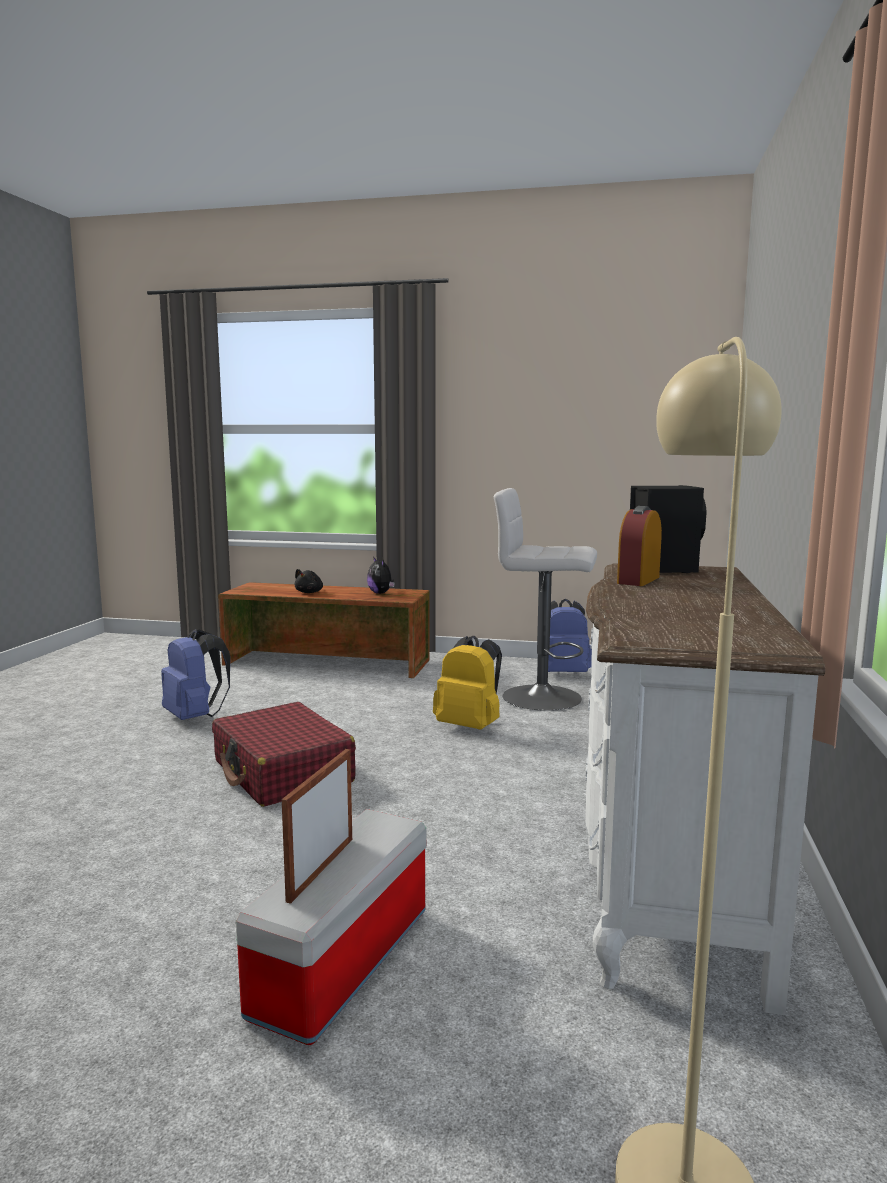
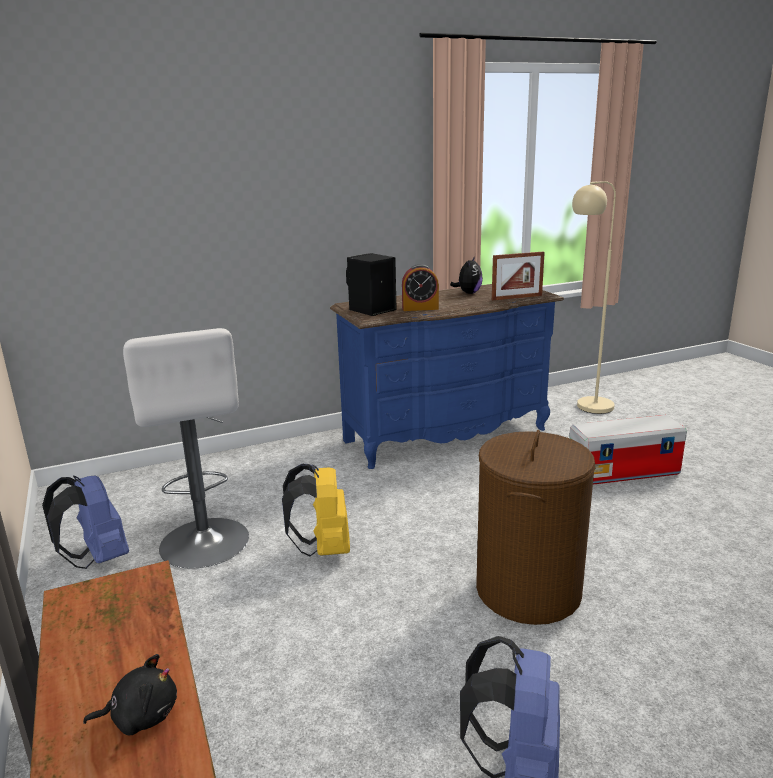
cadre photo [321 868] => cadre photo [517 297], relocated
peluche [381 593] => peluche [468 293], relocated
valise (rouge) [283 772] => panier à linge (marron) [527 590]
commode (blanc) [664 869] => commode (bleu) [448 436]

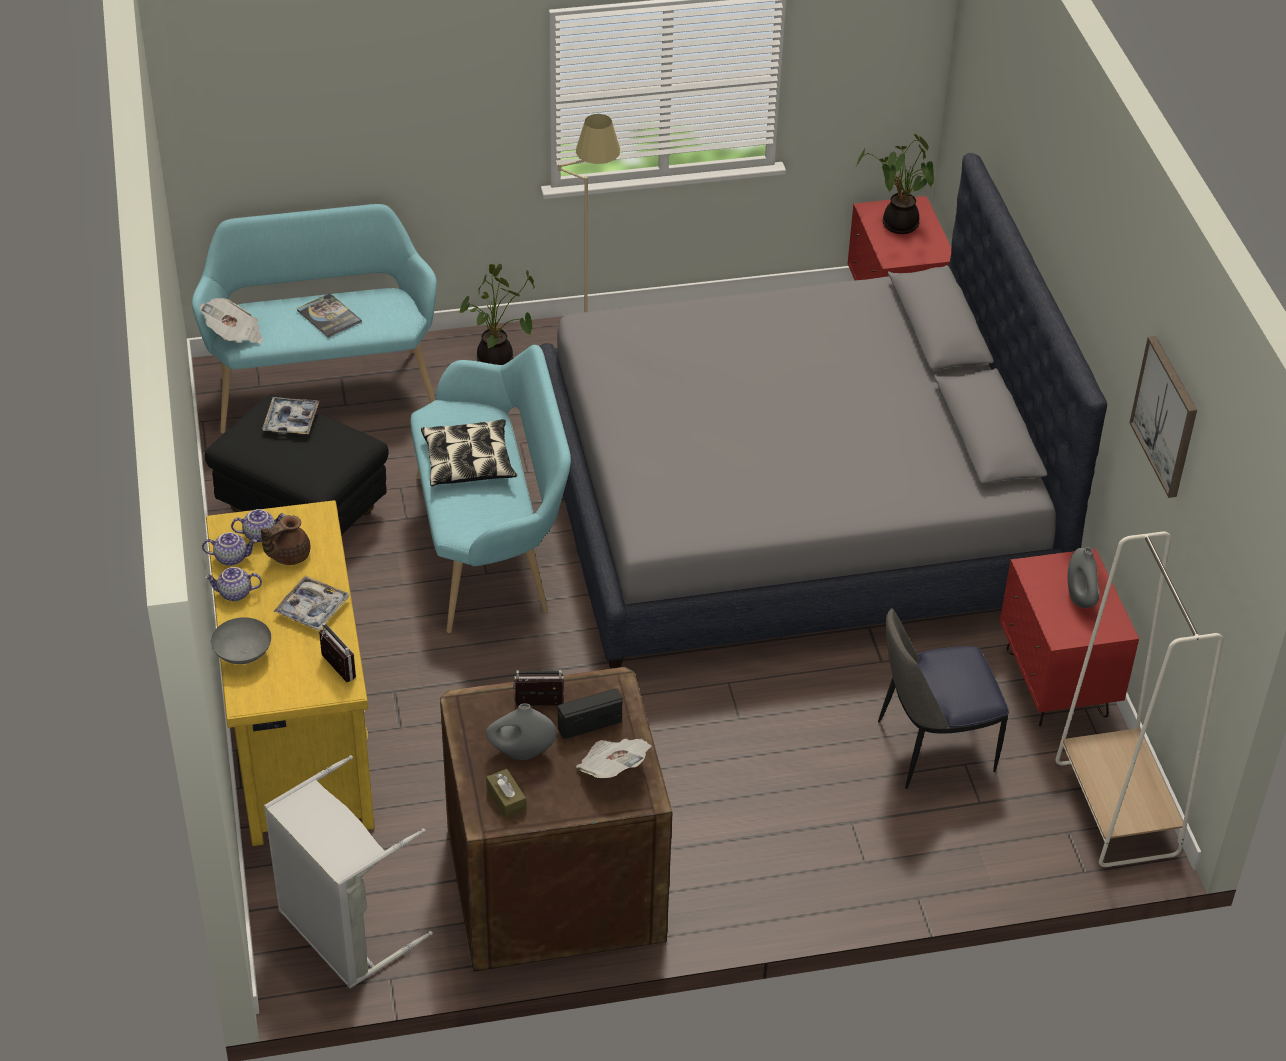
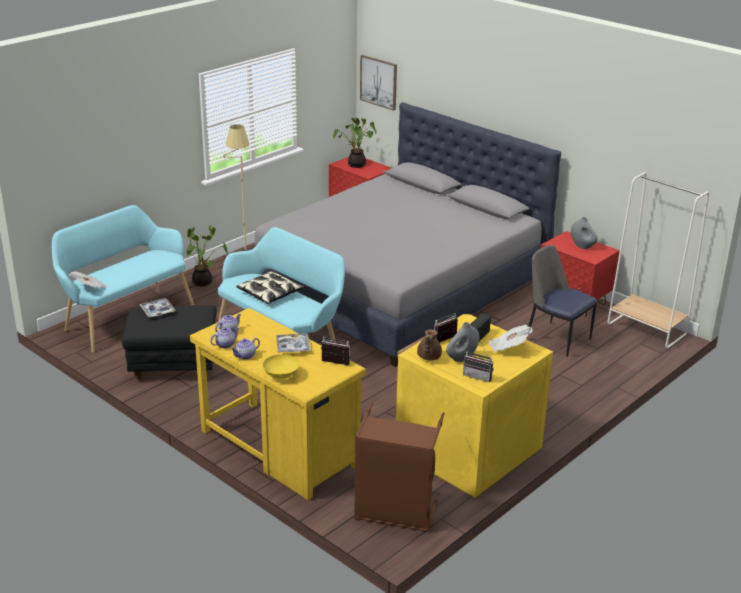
livre [329 316] => nothing
théière (marron) [288 555] => théière (marron) [428 357], relocated
tableau [1166 416] => tableau [379 82], relocated
boîte à mouchoirs (marron) [506 799] => radio [479 376]
bol (gris) [242 654] => bol (jaune) [280 376]
panier à linge (gris) [342 932] => panier à linge (marron) [395 512]
commode (marron) [552 878] => commode (jaune) [464 448]
chaise [932 747] => chaise [556 338], 90 degrees clockwise

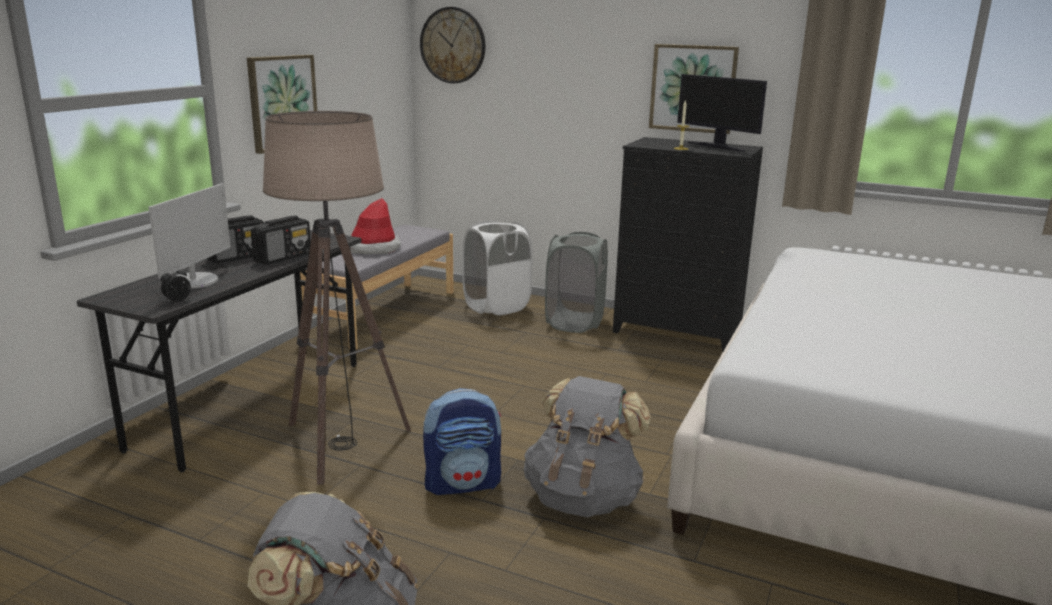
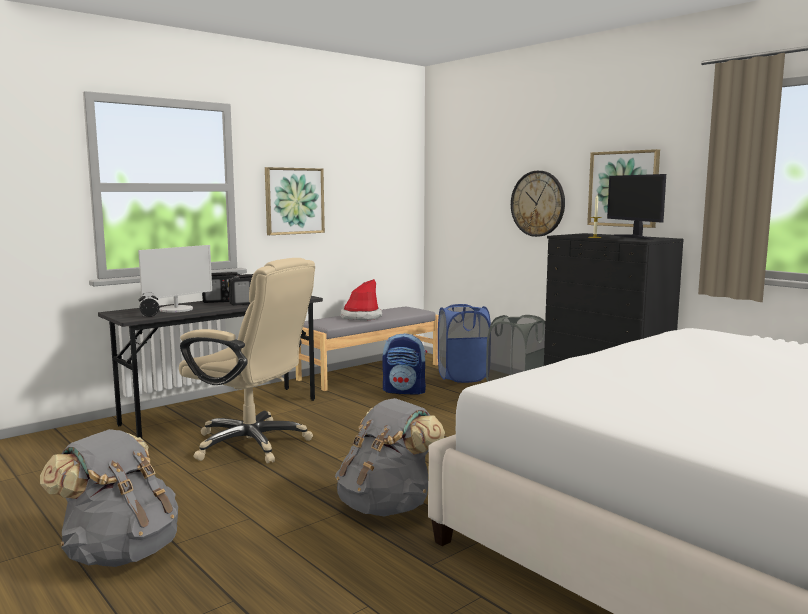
horloge murale [453 45] => horloge murale [538 203], relocated
sac à dos [463 483] => sac à dos [405 391], relocated
lampadaire [340 444] => chaise de bureau (beige) [251 443]
panier à linge (blanc) [496 306] => panier à linge (bleu) [463 377]

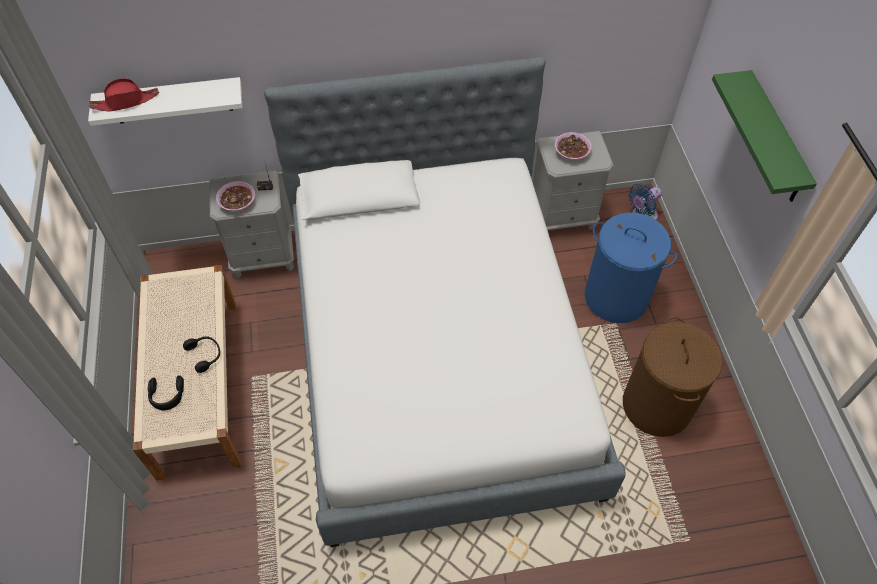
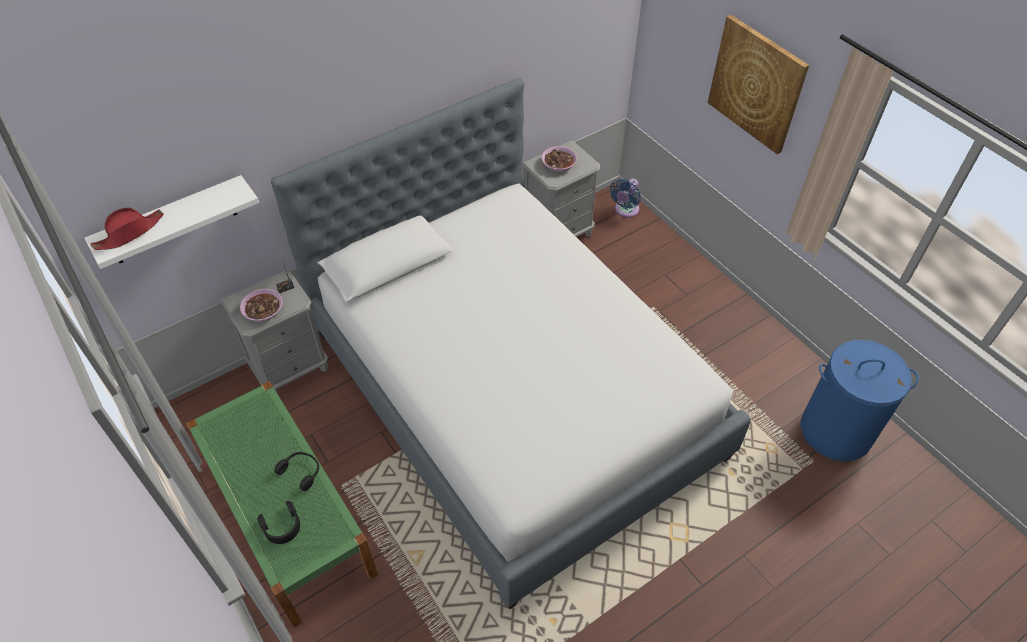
panier à linge (marron) [657 405] => nothing
panier à linge (bleu) [616 297] => panier à linge (bleu) [836 430], relocated
étagère (vert) [774 140] => tableau [756 84]
banc (beige) [198 386] => banc (vert) [288 516]

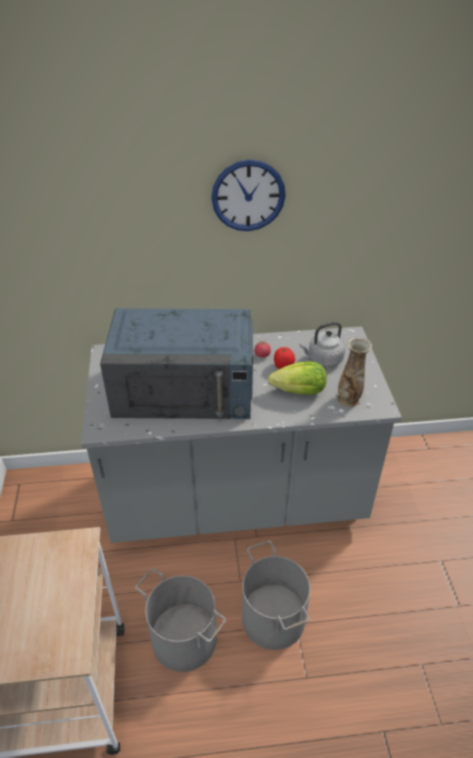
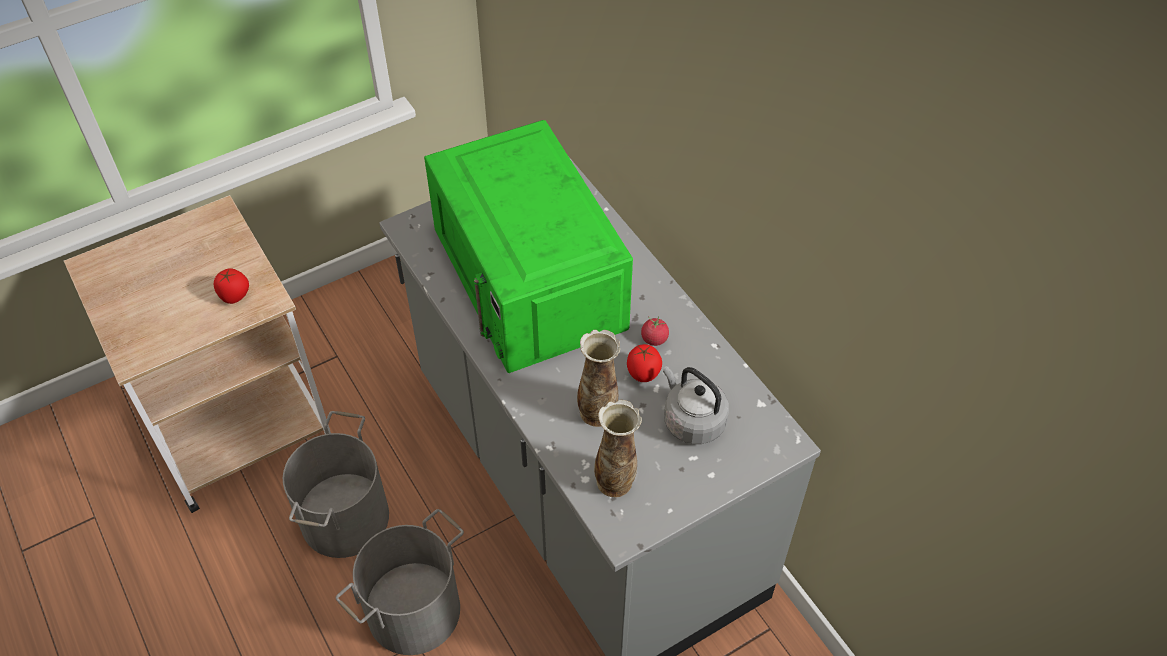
horloge murale [248 196] => nothing
nothing => tomate [235 296]
laitue [299 391] => vase [597 413]
micro-ondes (bleu) [185 388] => micro-ondes (vert) [530 278]

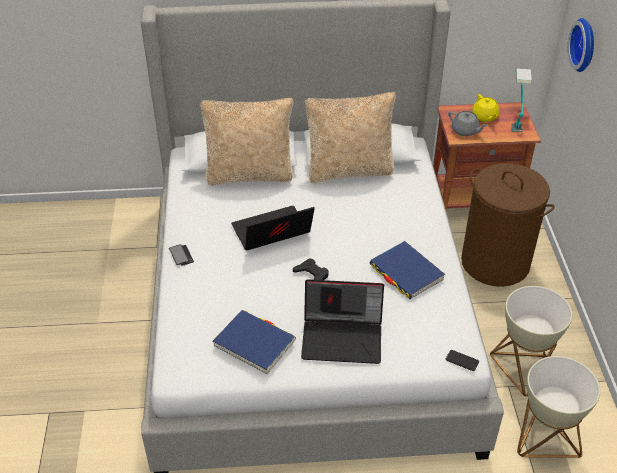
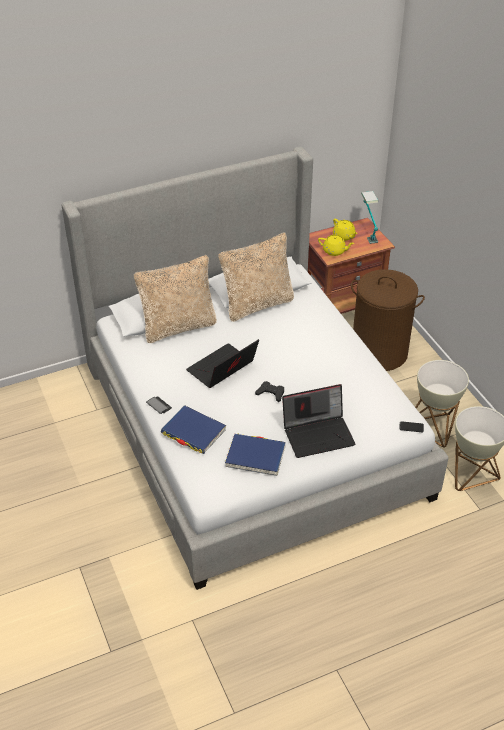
horloge murale [585 45] => nothing
livre (bleu) [406 272] => livre (bleu) [193 432], relocated
théière (gris) [465 131] => théière (jaune) [334 251]

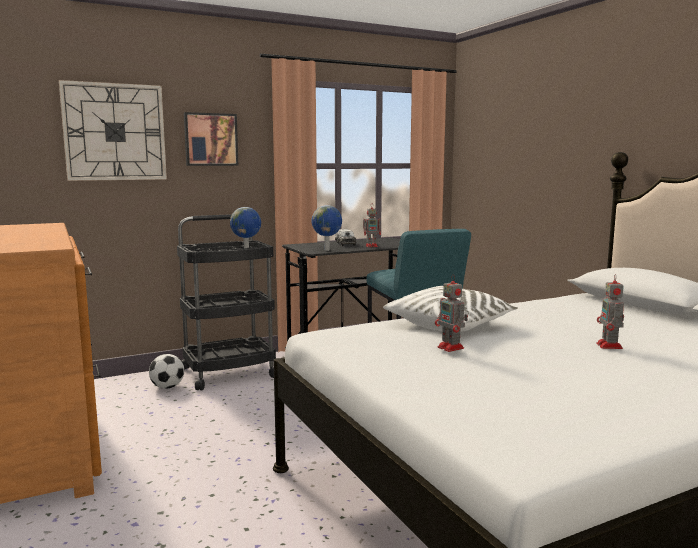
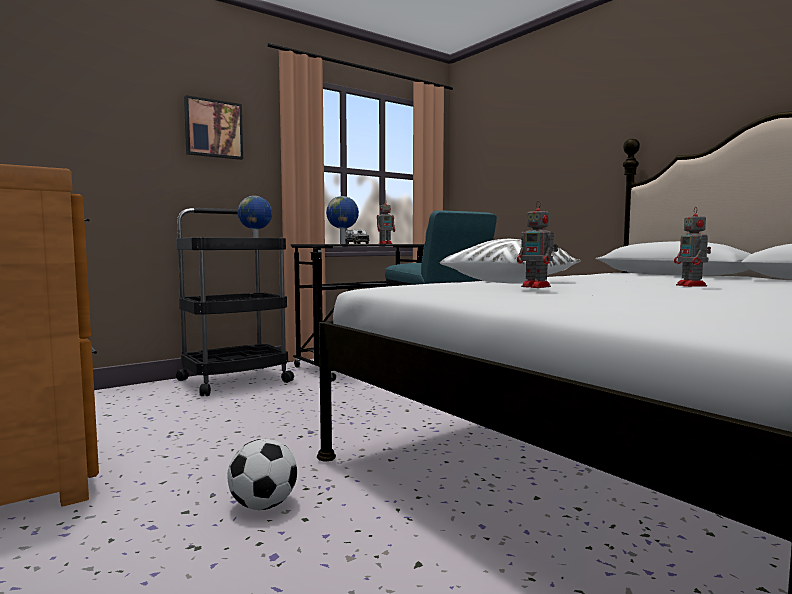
horloge murale [115 132] => nothing
ballon de foot [167 387] => ballon de foot [263 505], relocated

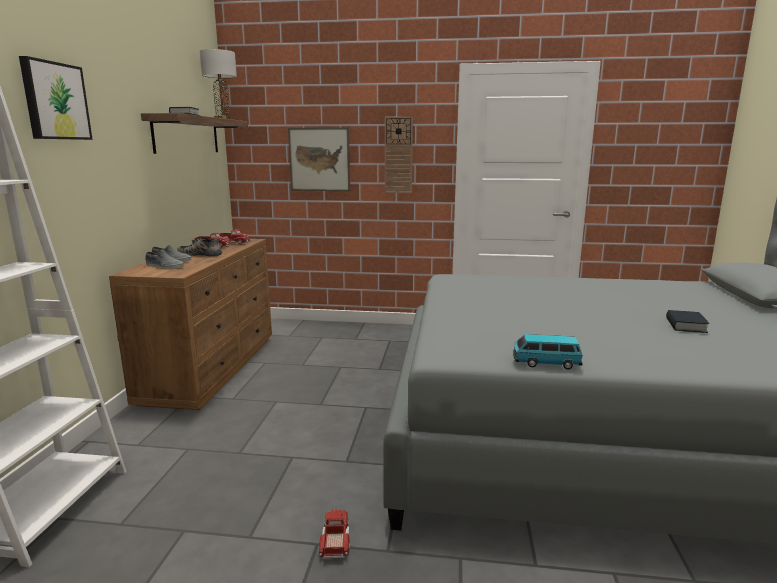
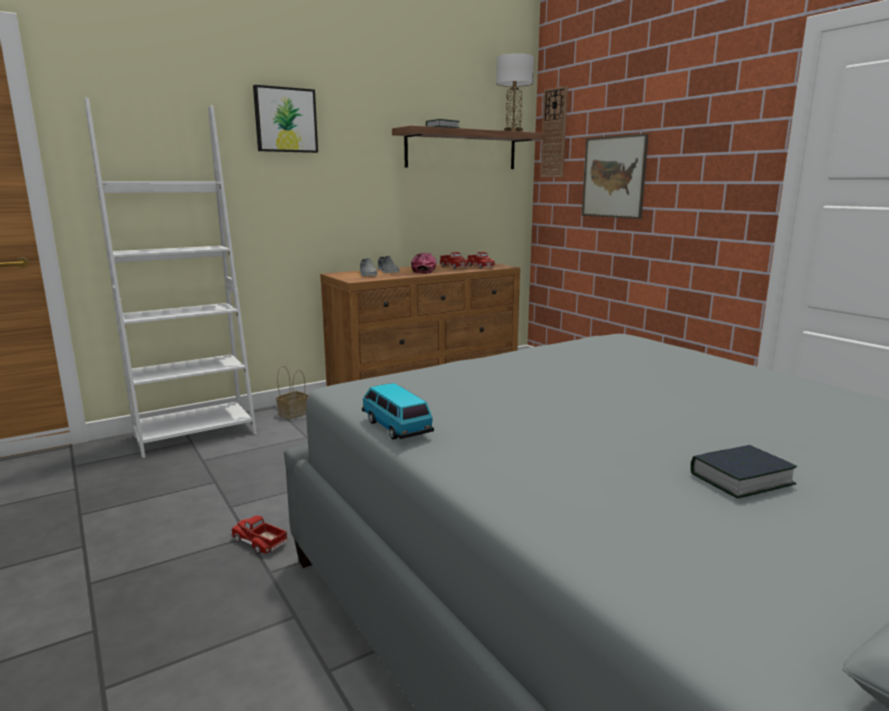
nothing => panier [293 413]
horloge murale [398 155] => horloge murale [554 133], relocated
chaussure [201 254] => casquette [423 270]
camion jouet [335 540] => camion jouet [259 542], 105 degrees counterclockwise

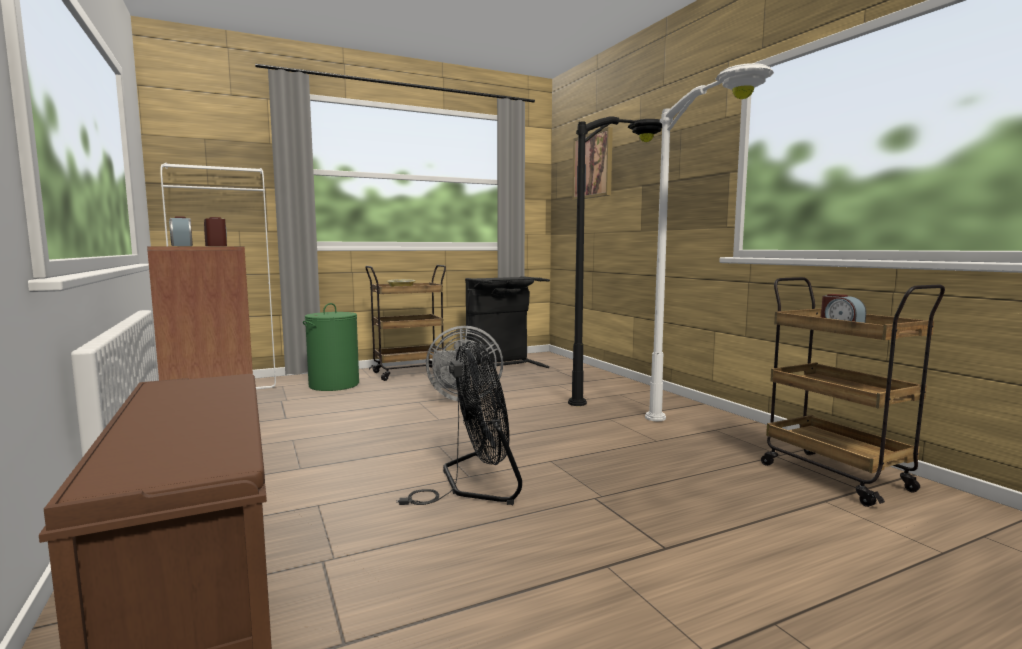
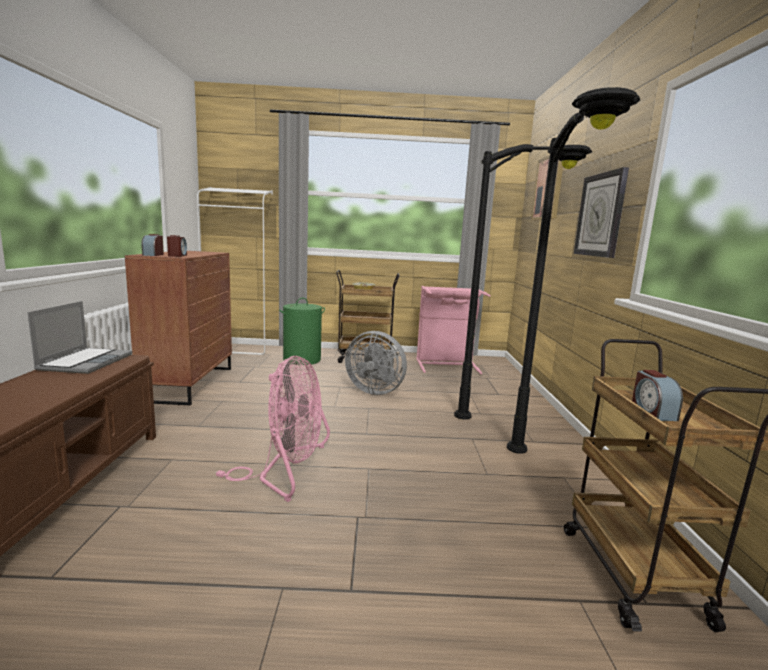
nothing => ordinateur portable [86 362]
nothing => horloge murale [600 215]
ventilateur (noir) [469 482] => ventilateur (rose) [284 470]
panier à linge (noir) [503 365] => panier à linge (rose) [446 365]
lampadaire (blanc) [701 438] => lampadaire (noir) [536 483]

